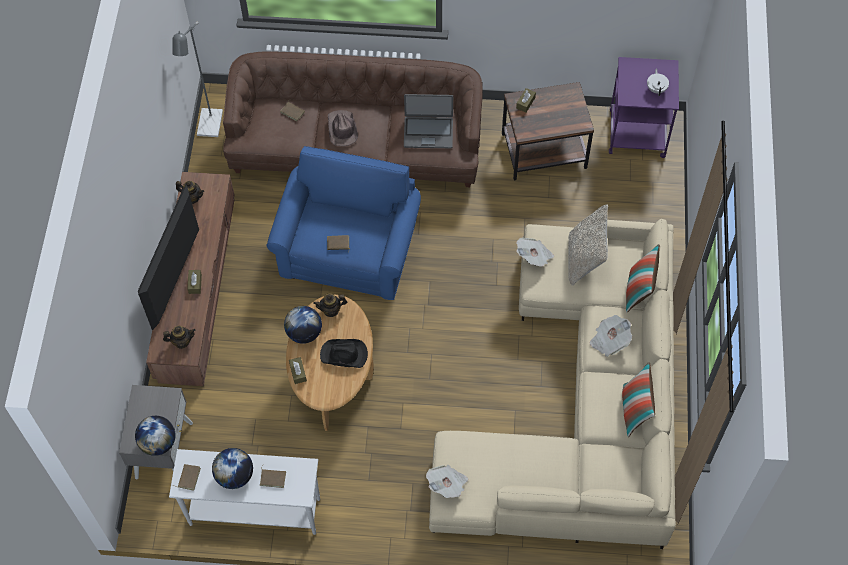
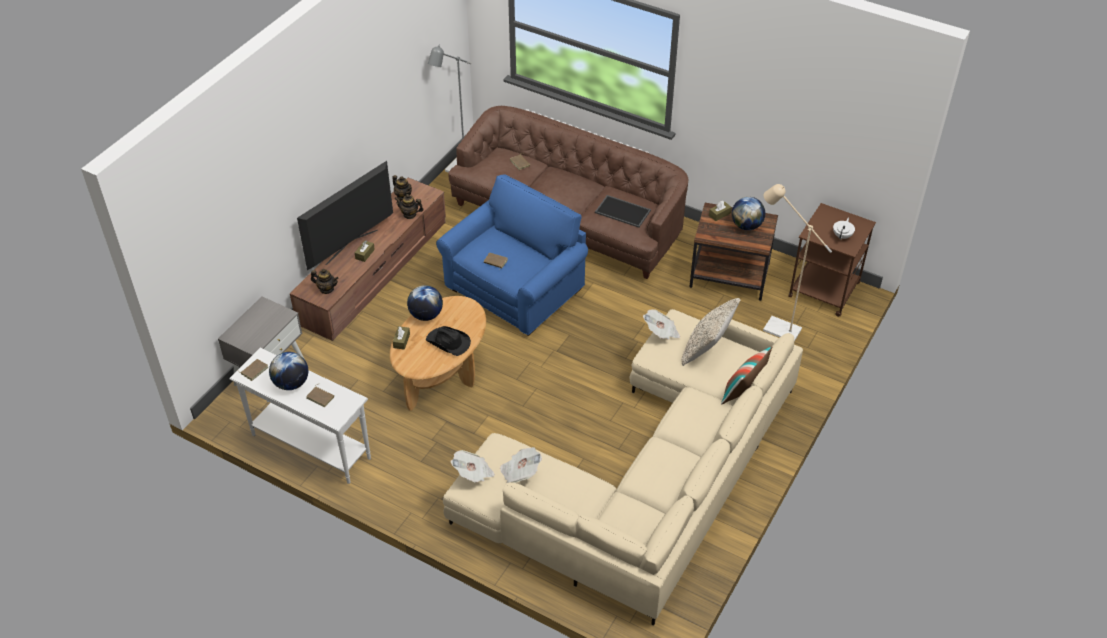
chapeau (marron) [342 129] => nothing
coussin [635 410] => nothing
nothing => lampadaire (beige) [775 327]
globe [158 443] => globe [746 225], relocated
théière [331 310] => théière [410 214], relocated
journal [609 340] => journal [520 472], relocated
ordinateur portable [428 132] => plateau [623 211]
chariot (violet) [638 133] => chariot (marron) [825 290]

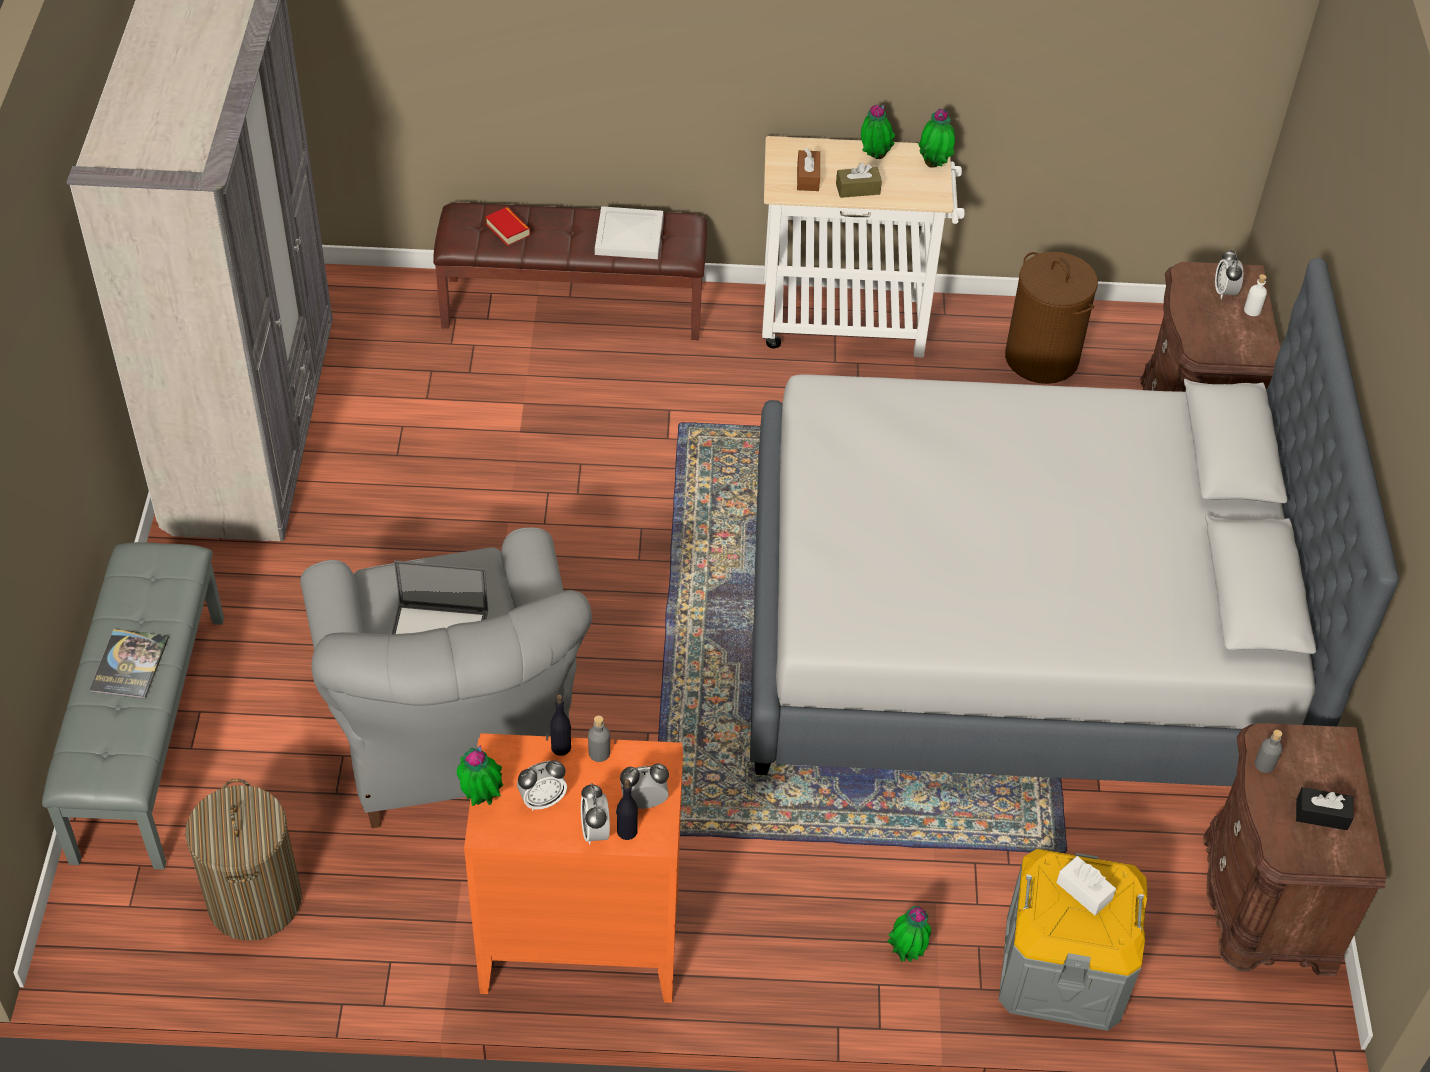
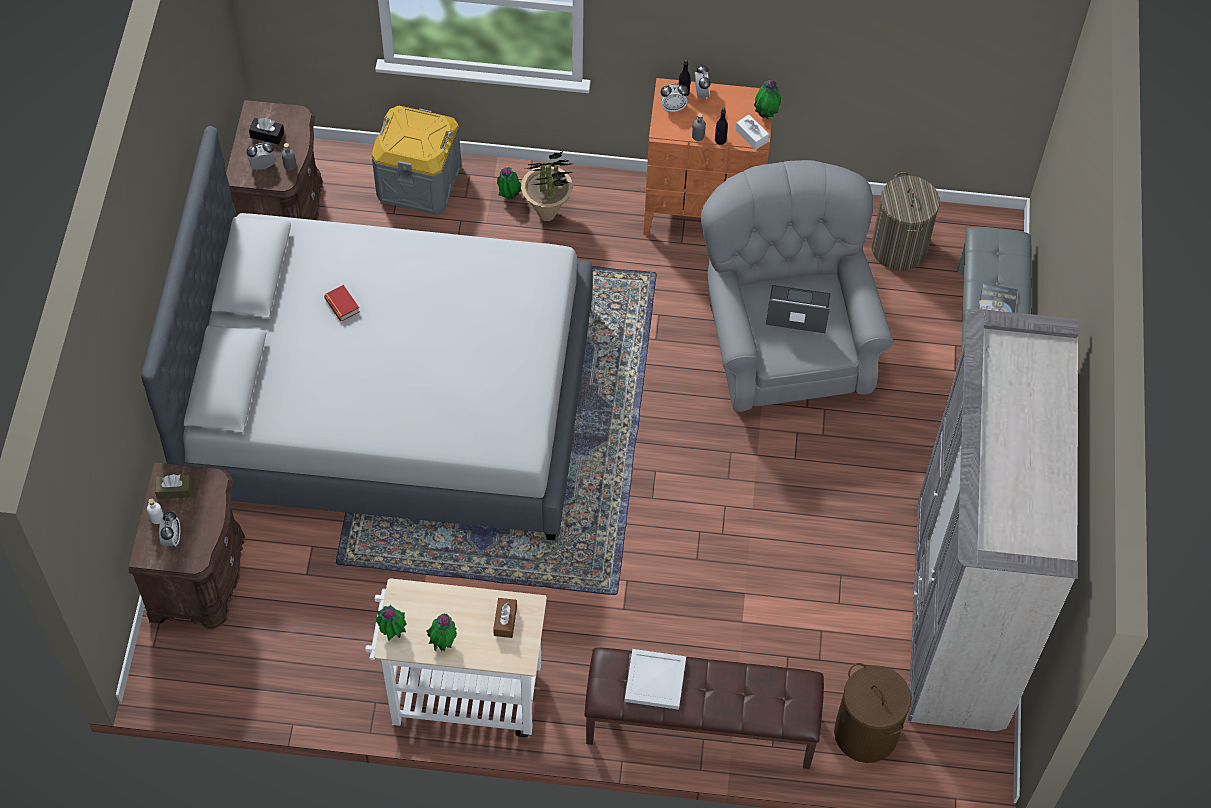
nothing => plante en pot [547 214]
livre [508 230] => livre [342 305], relocated
réveil [542 800] => réveil [263 166], relocated
boîte à mouchoirs (marron) [858 189] => boîte à mouchoirs (marron) [174 490], relocated
panier à linge (marron) [1042 358] => panier à linge (marron) [865 732], relocated
boîte à mouchoirs (blanc) [1084 891] => boîte à mouchoirs (blanc) [751 136], relocated

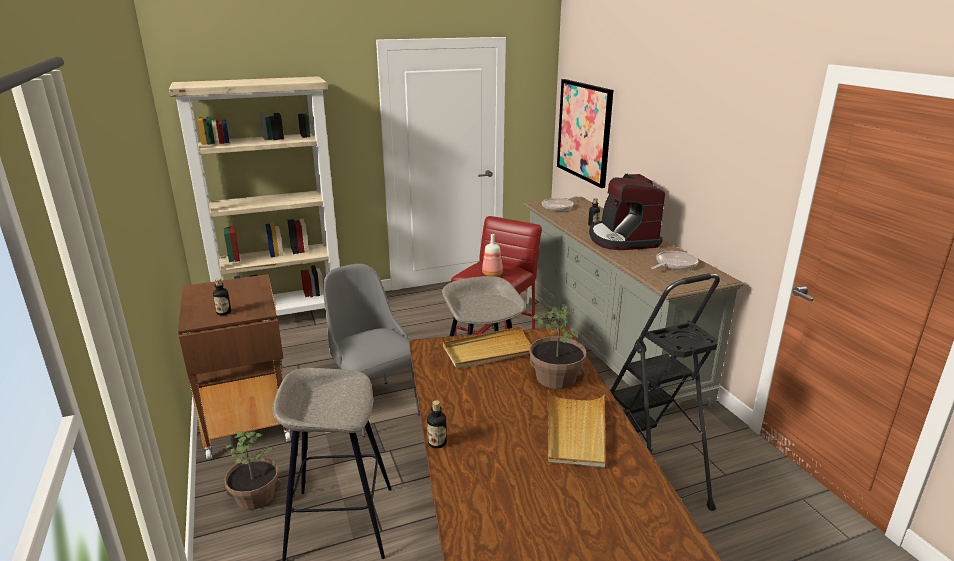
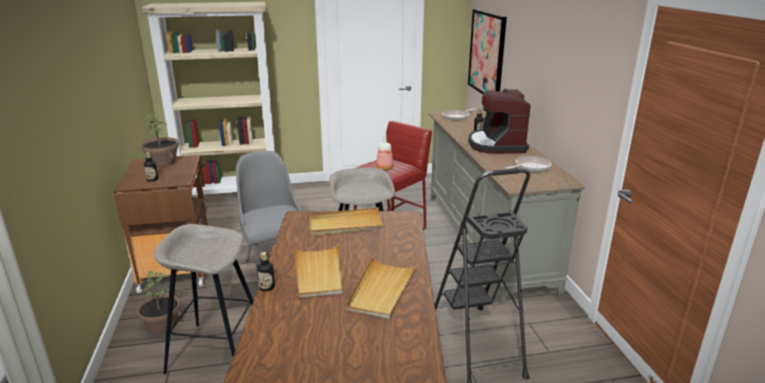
nothing => plateau (beige) [318 273]
plante en pot [556 377] => plante en pot [163 161], relocated

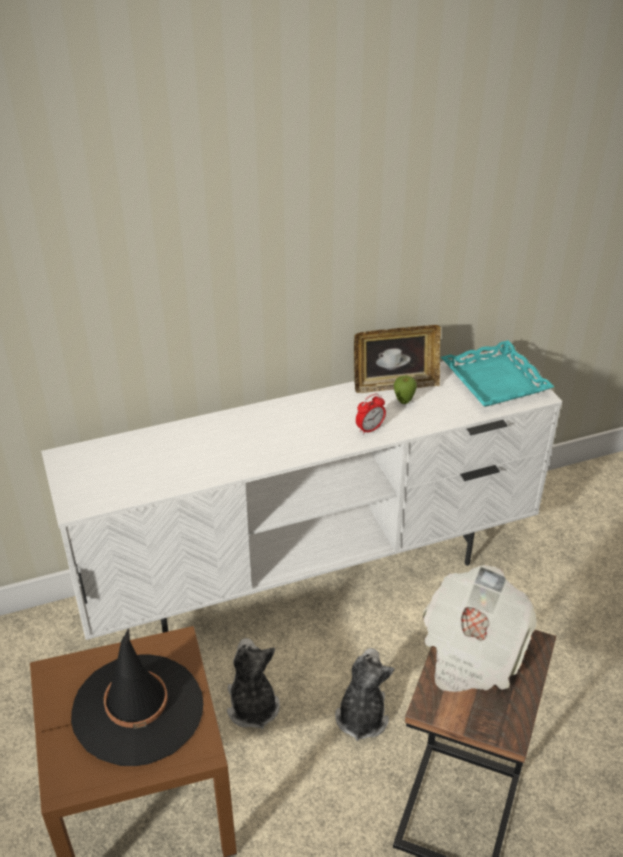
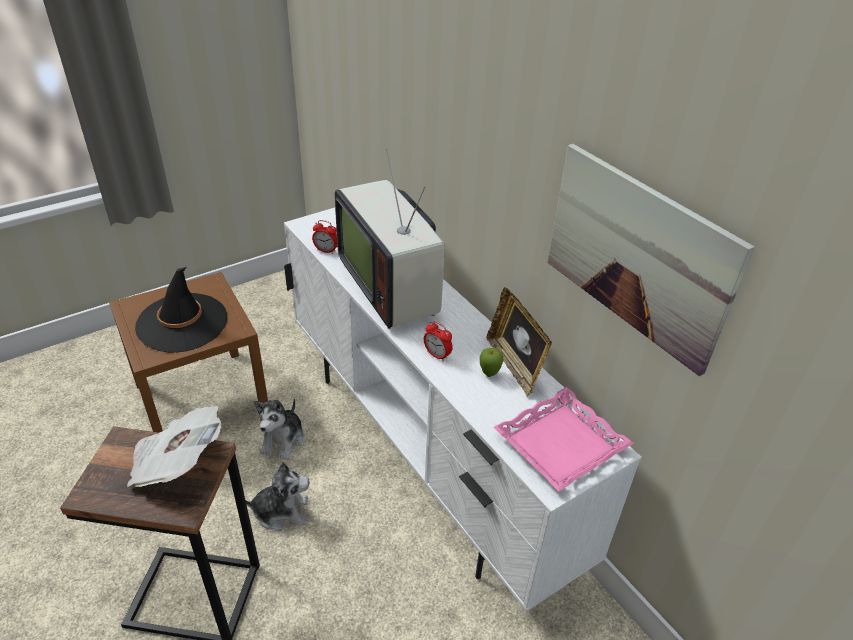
nothing => réveil [326 250]
nothing => téléviseur [392 286]
nothing => tableau [636 254]
plateau (turquoise) [495 380] => plateau (rose) [561 445]
peluche [252 706] => peluche [283 440], 135 degrees clockwise

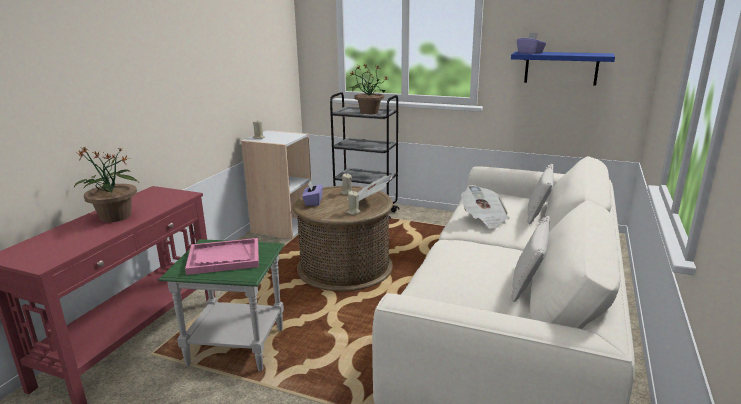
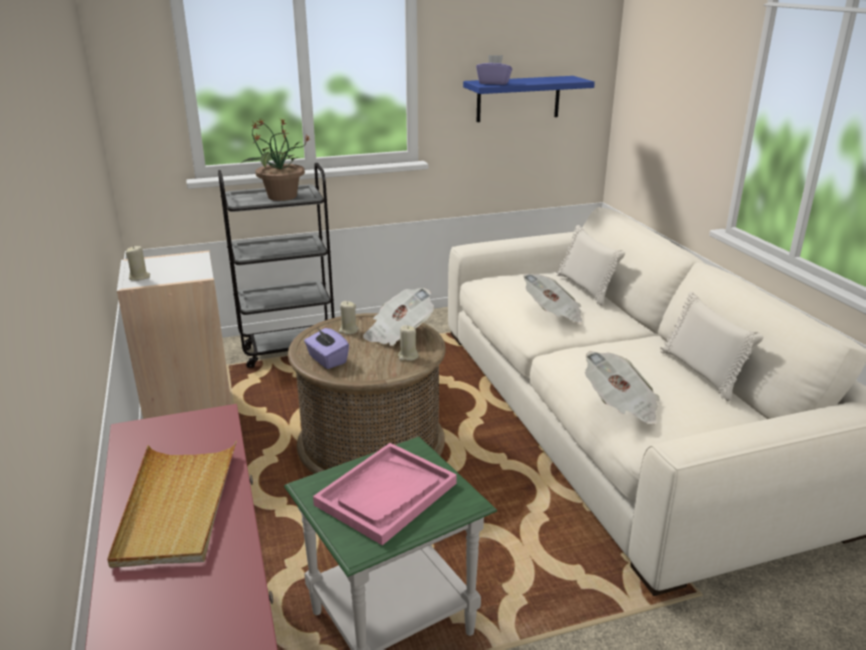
nothing => journal [621 405]
plante en pot [115 217] => plateau (beige) [177 506]

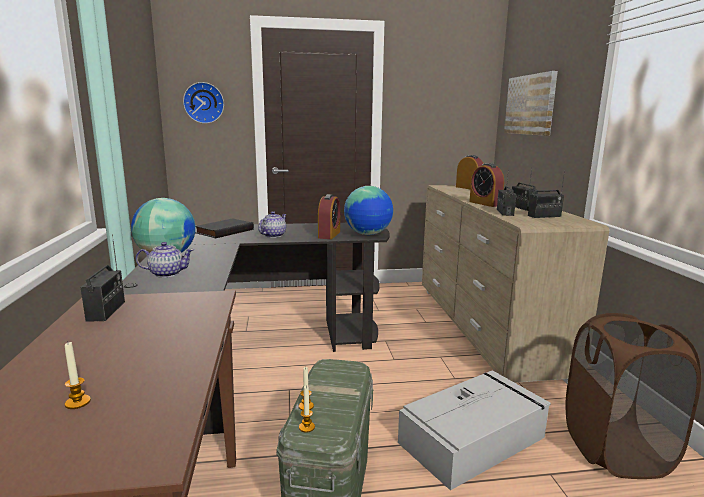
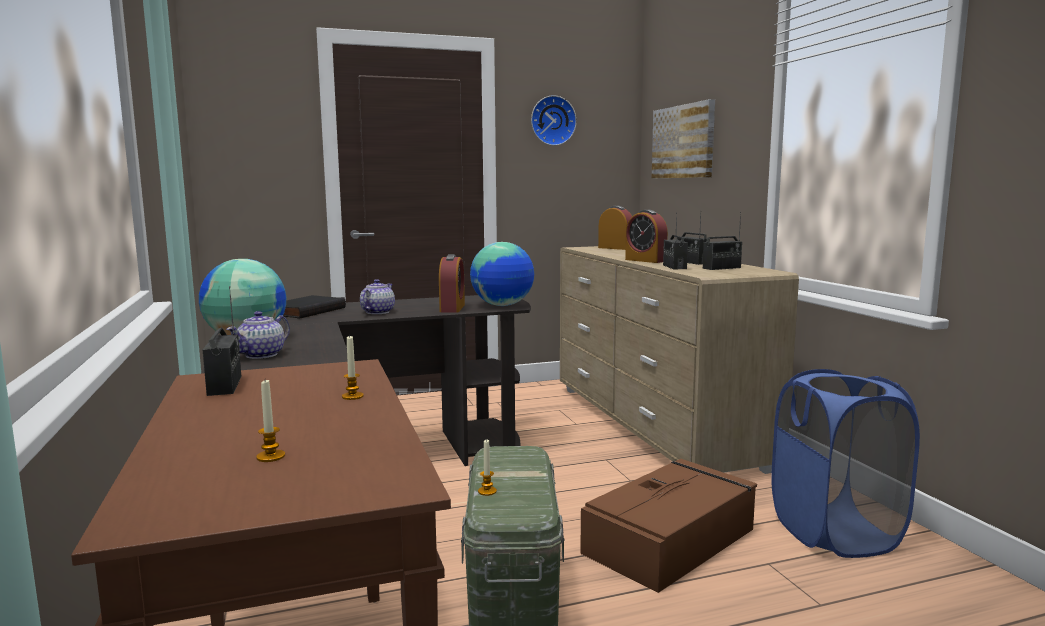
horloge murale [204 103] => horloge murale [552 121], relocated
bougie [306 427] => bougie [352 396], relocated
boîte de rangement (gris) [473 439] => boîte de rangement (marron) [671 540]
panier à linge (marron) [615 450] => panier à linge (bleu) [835 532]
théière [166 273] => théière [262 355], 135 degrees clockwise

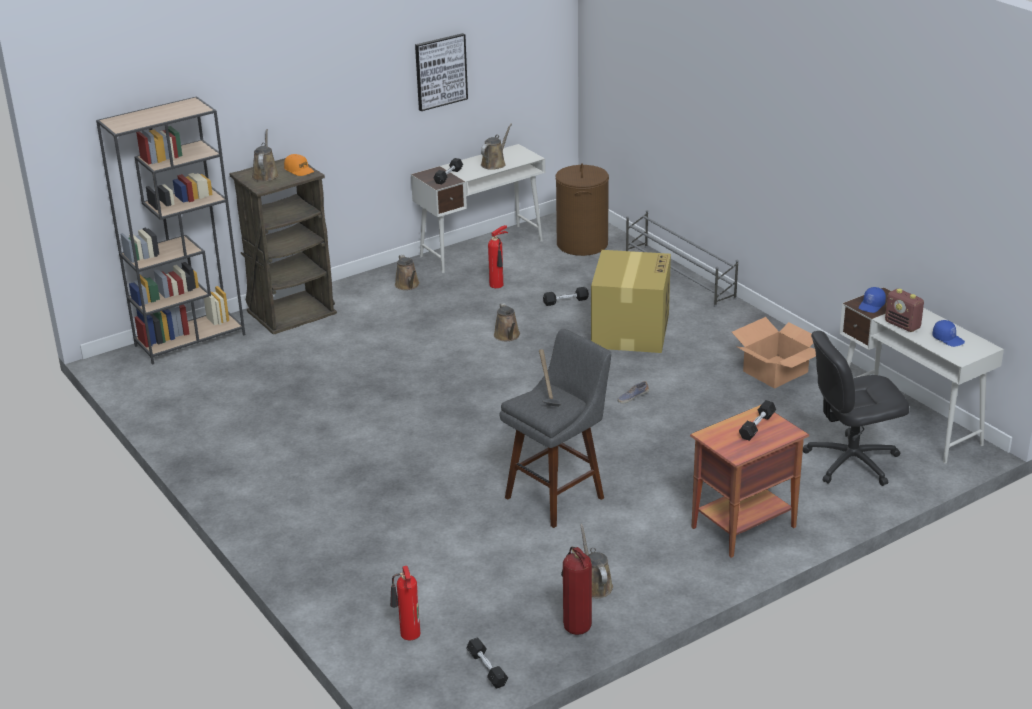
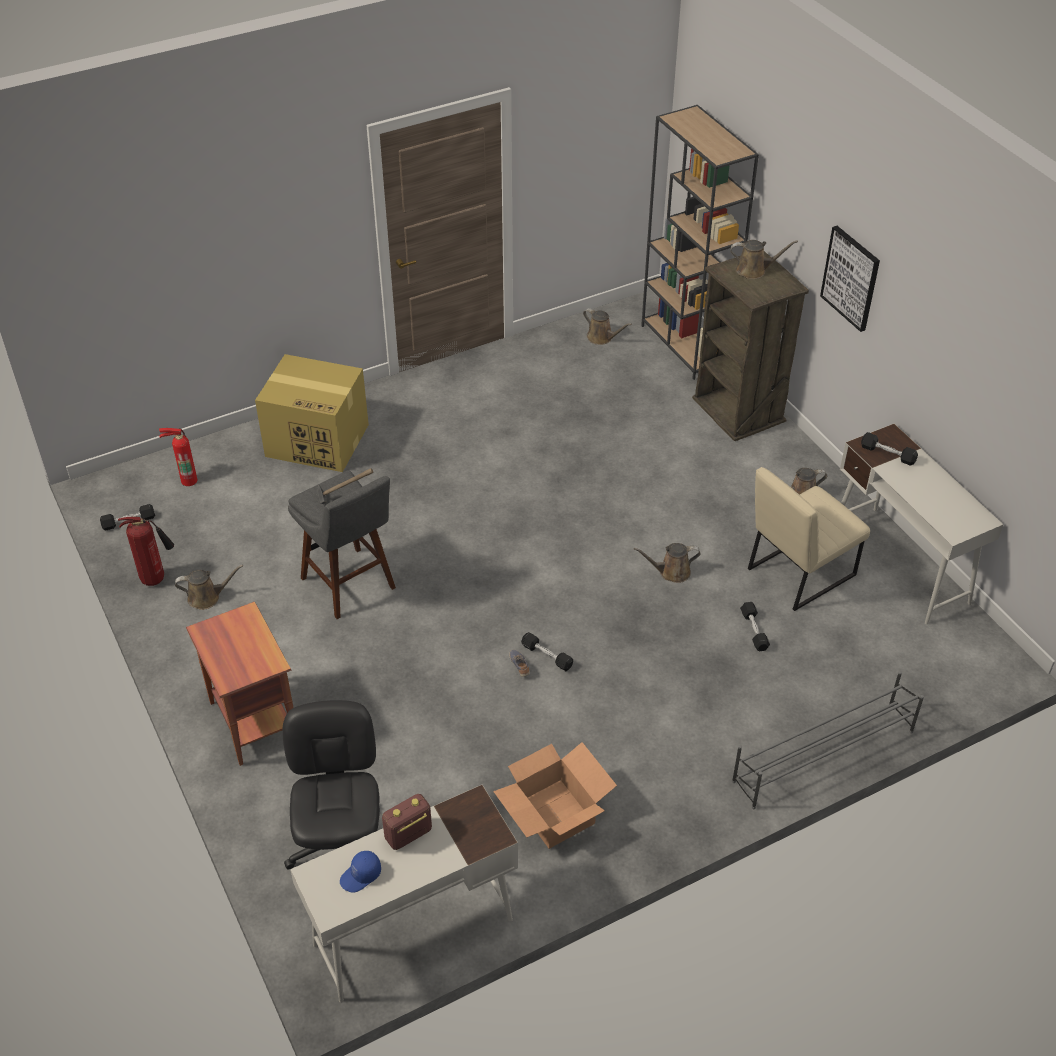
casquette (orange) [299 170] => nothing
panier à linge (marron) [582 244] => nothing
casquette (bleu) [872 306] => nothing
tableau [440 71] => tableau [851 278], relocated
arrosoir (marron) [494 163] => arrosoir (marron) [602 338], relocated
carton [630 330] => carton [318 440], relocated
haltère (noir) [757 426] => haltère (noir) [547 656], relocated
extincteur [498 285] => chaise (beige) [798 572]

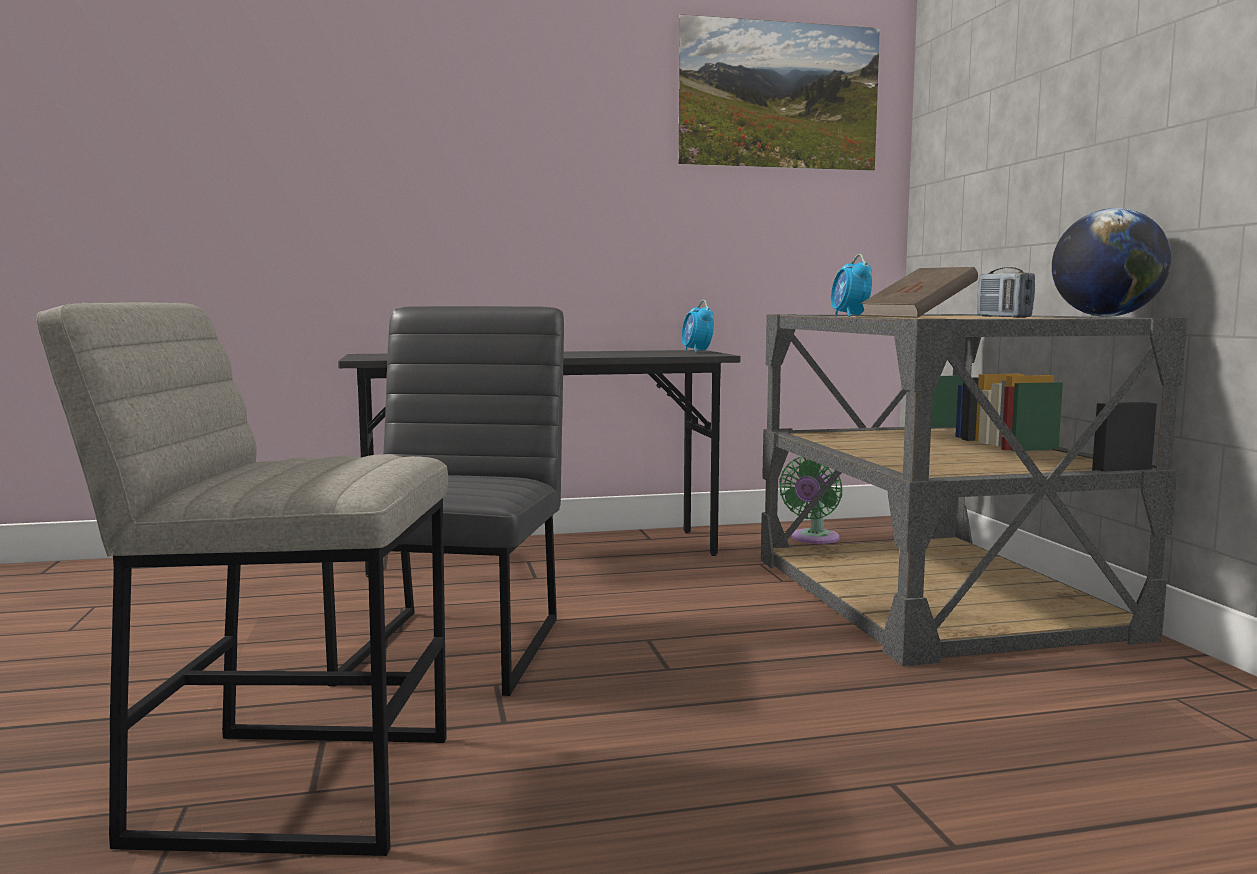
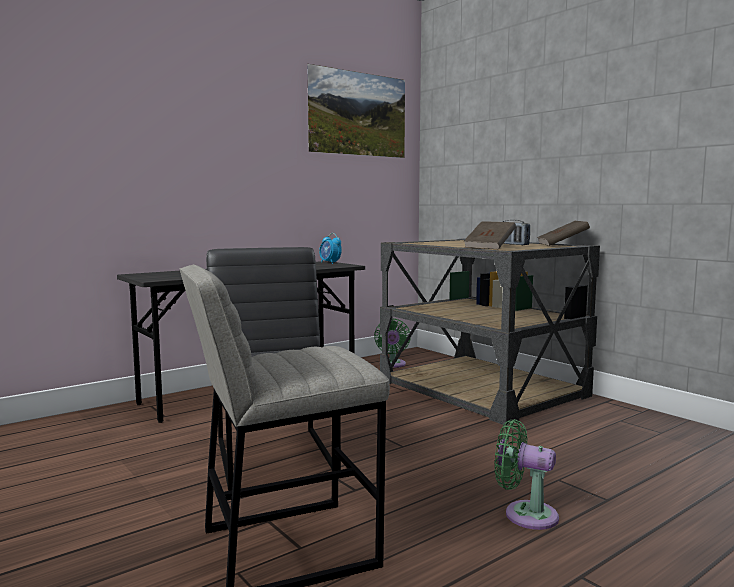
réveil [849 316] => nothing
nothing => ventilateur (vert) [525 514]
globe [1106 316] => livre (marron) [562 244]

